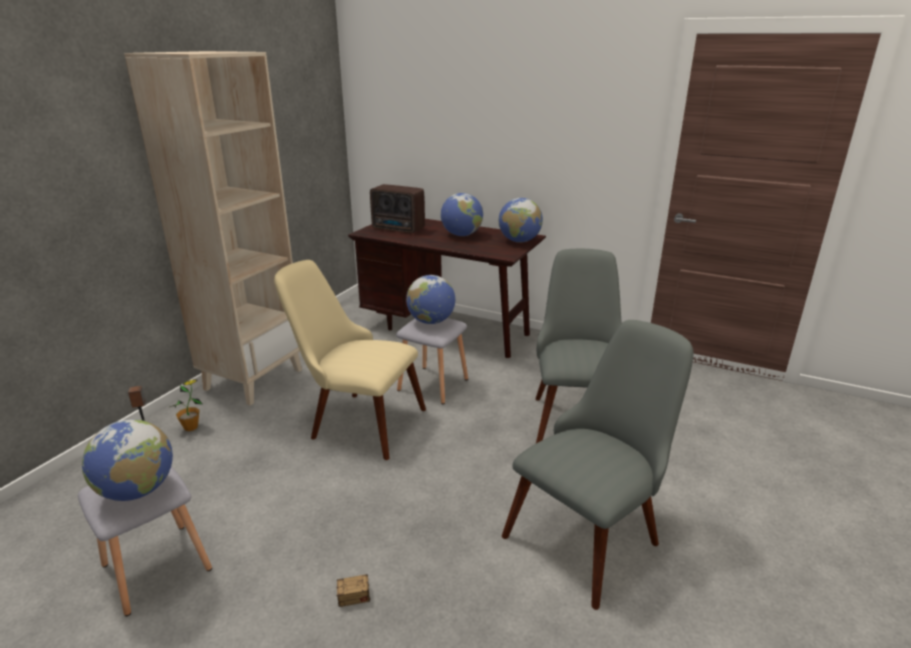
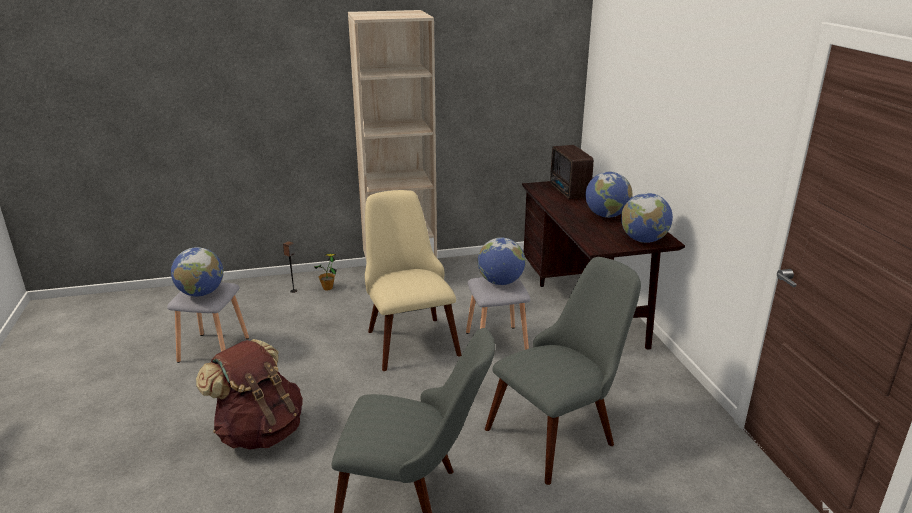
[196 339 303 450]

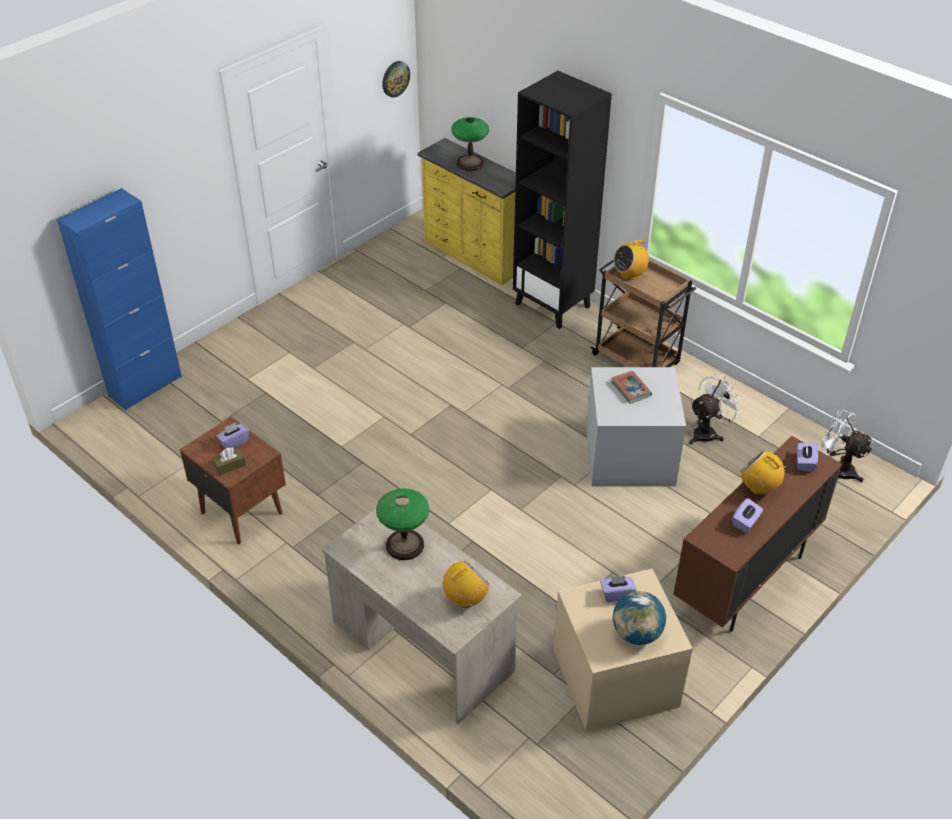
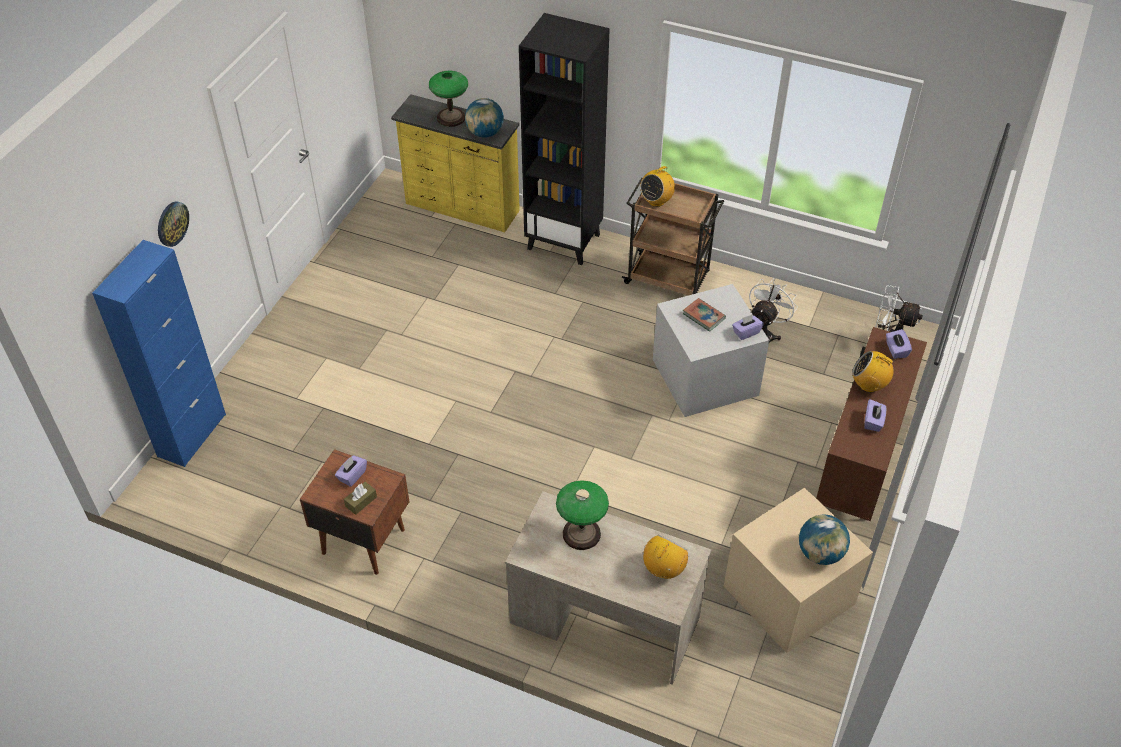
[465 98 504 138]
[158 202 189 247]
[732 314 764 340]

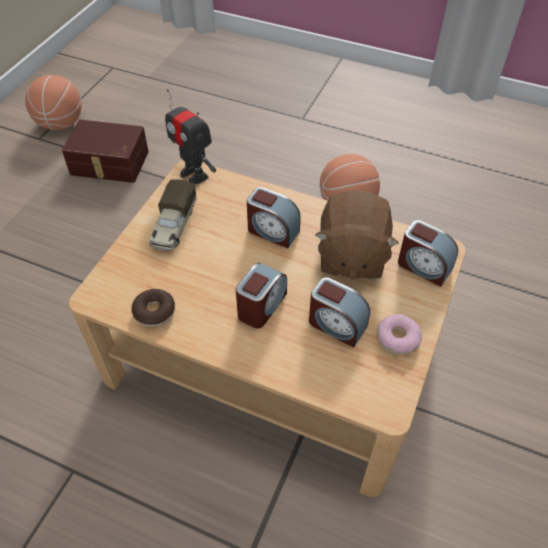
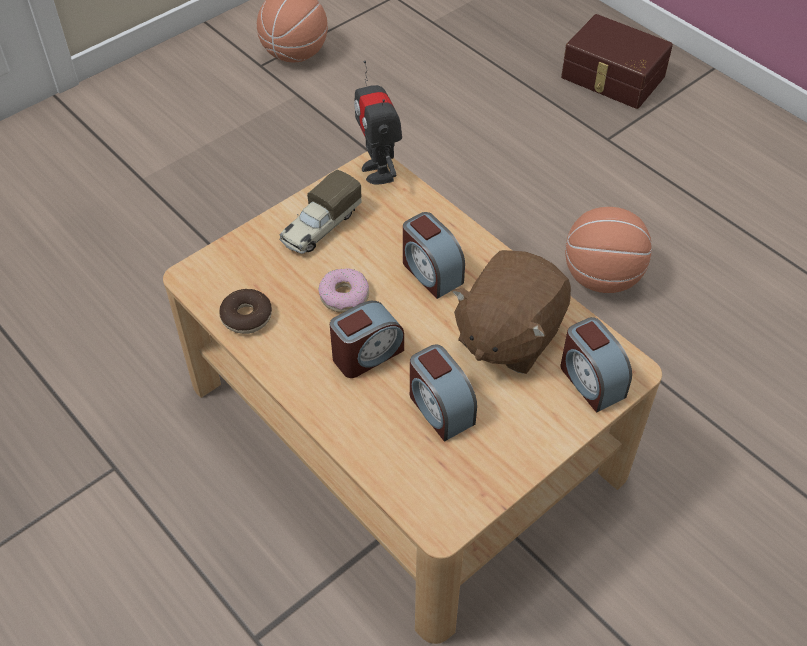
[561 14 673 109]
[318 268 369 313]

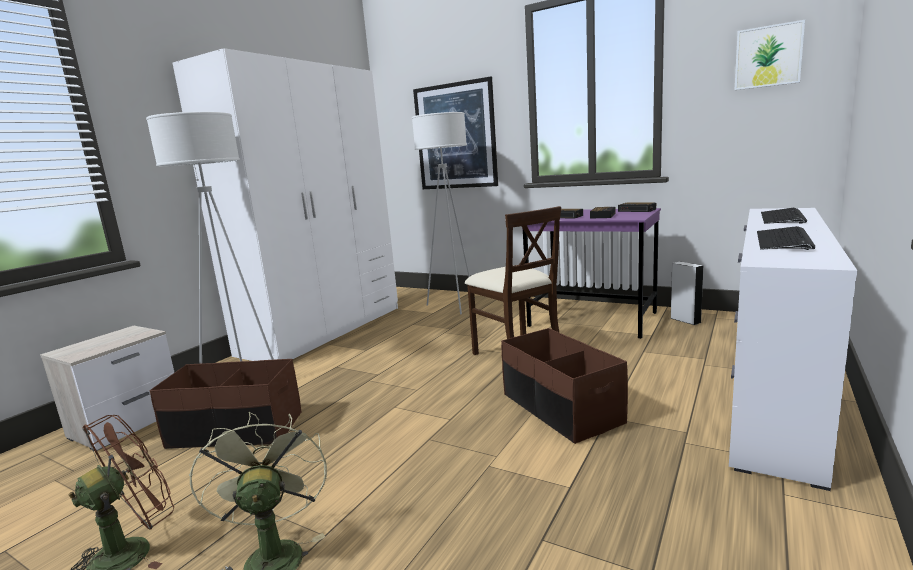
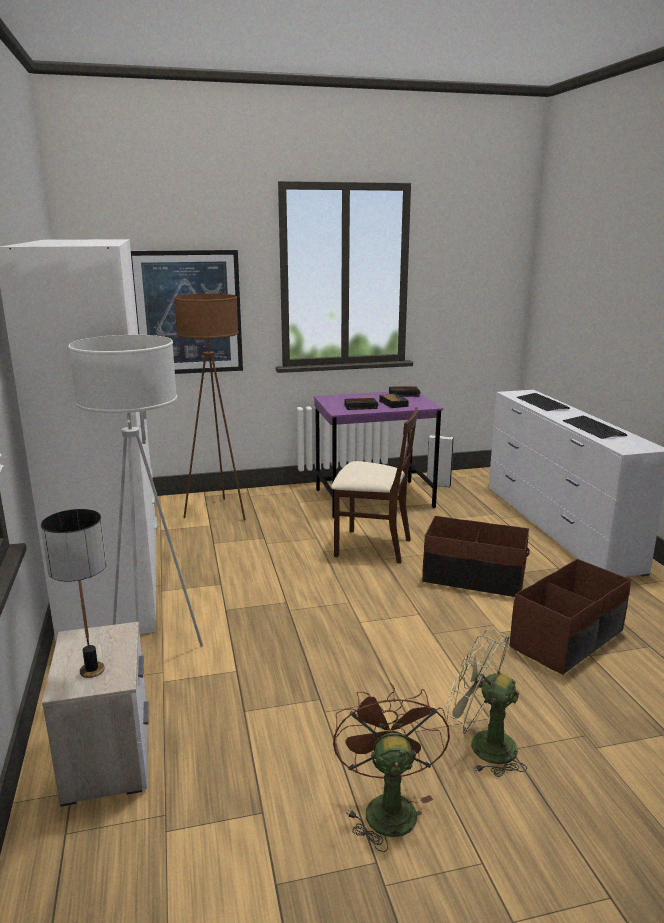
[735 20 805 90] (first image)
[41 509 107 678]
[510 559 631 675]
[174 293 246 520]

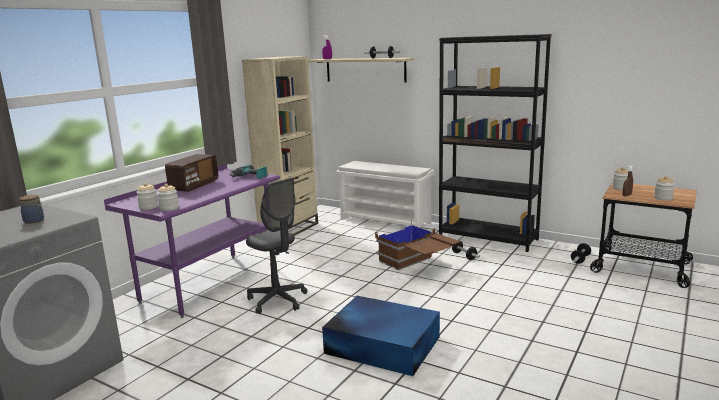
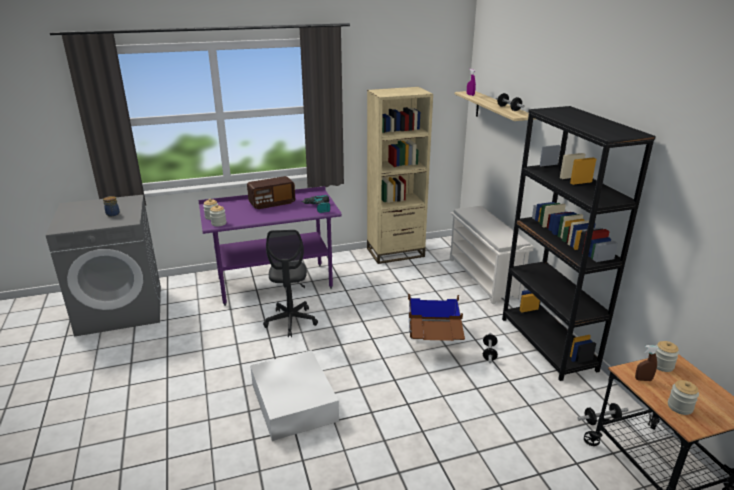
[250 350 339 441]

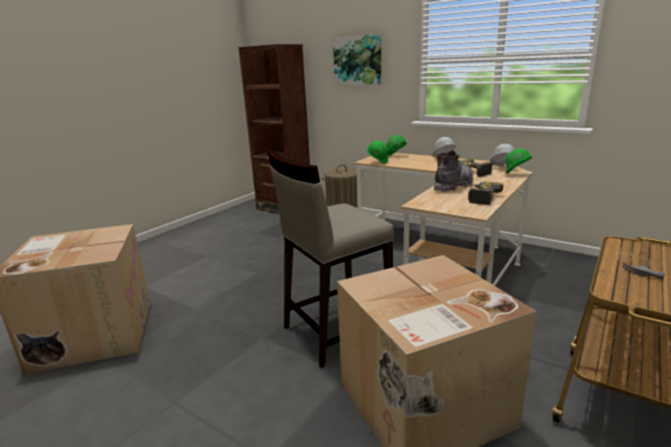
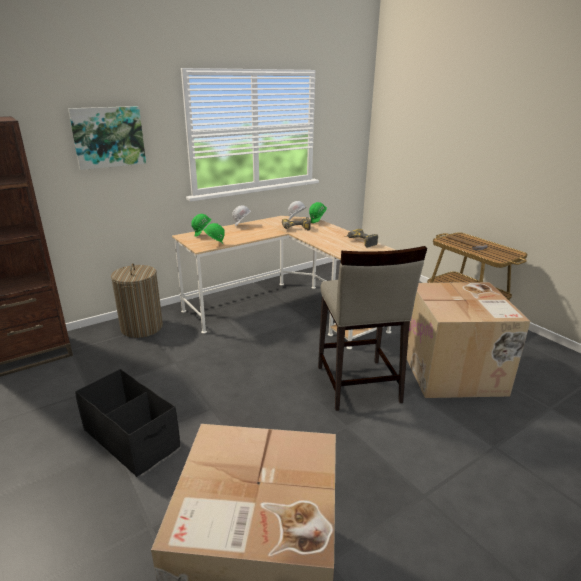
[434 150 473 192] (first image)
[75 369 180 477]

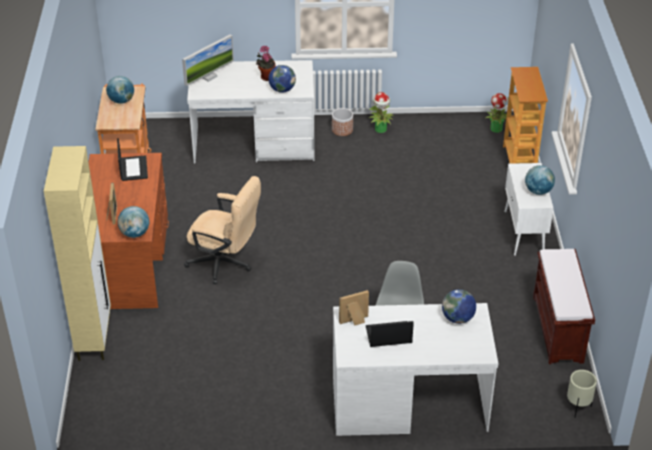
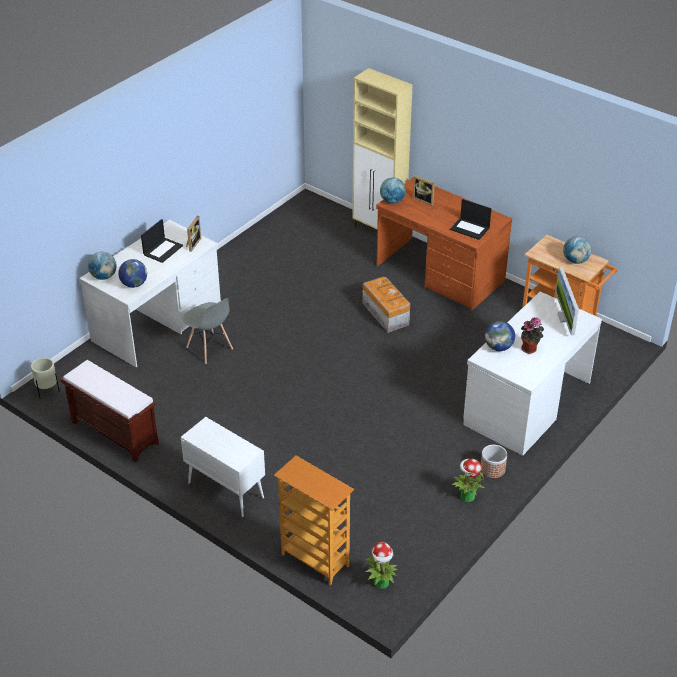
[88 252 117 280]
[362 277 410 333]

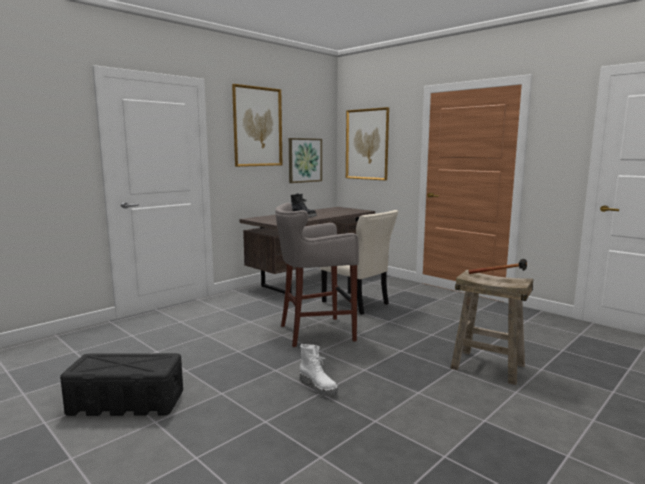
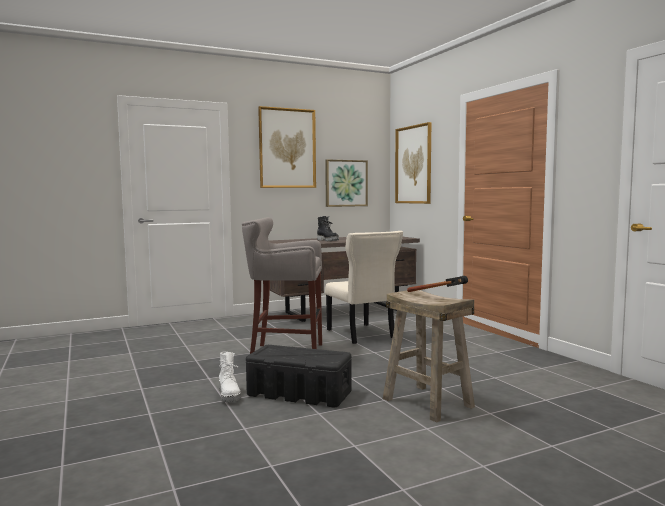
[246 345 352 407]

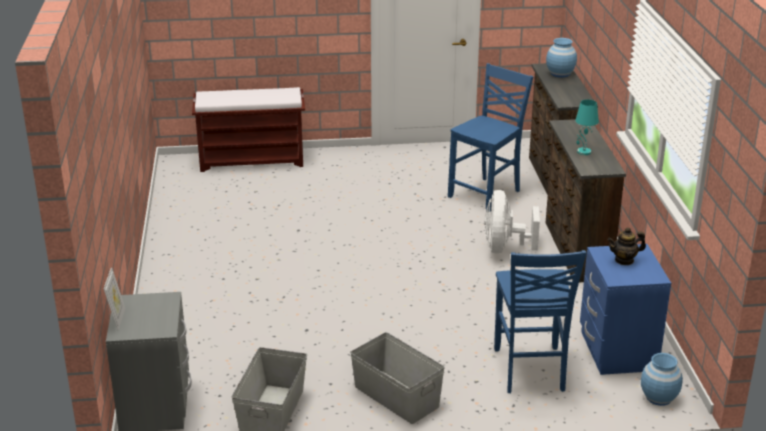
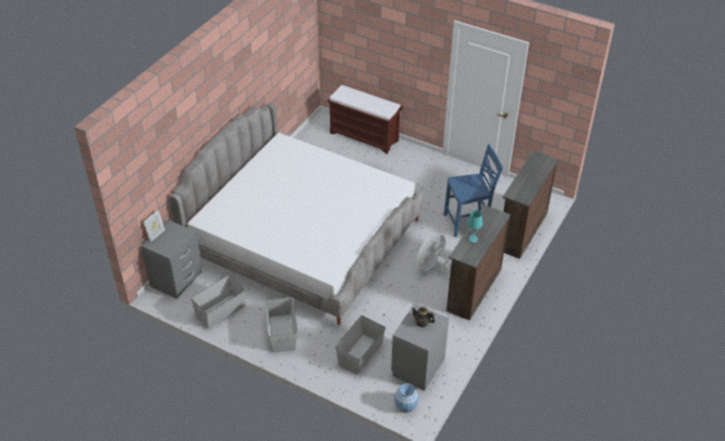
[546 38 577 78] (first image)
[169 103 423 325]
[335 315 386 375]
[391 304 449 391]

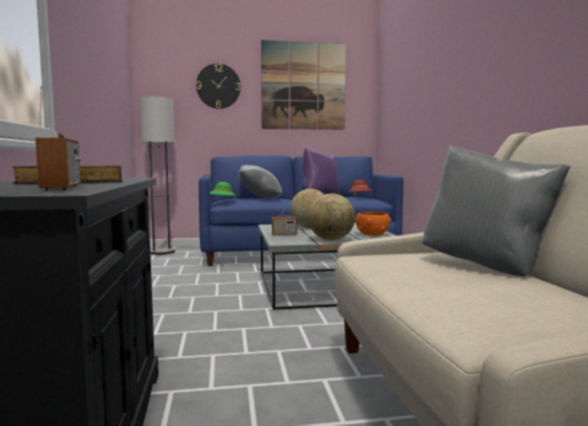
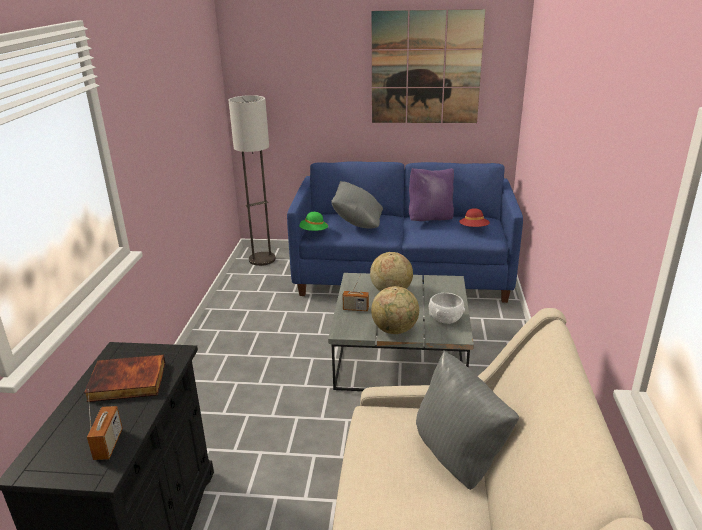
[196 63 241 109] (first image)
[429 293 465 324]

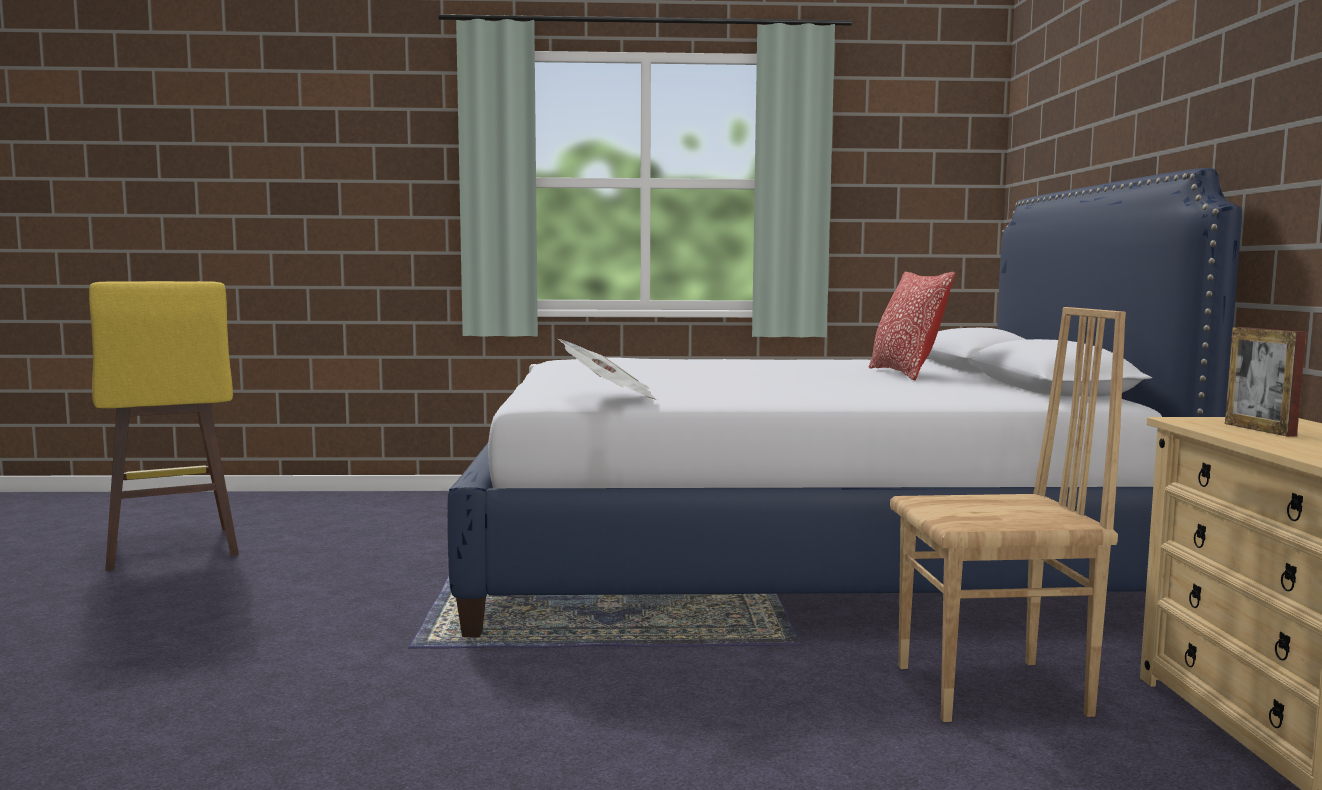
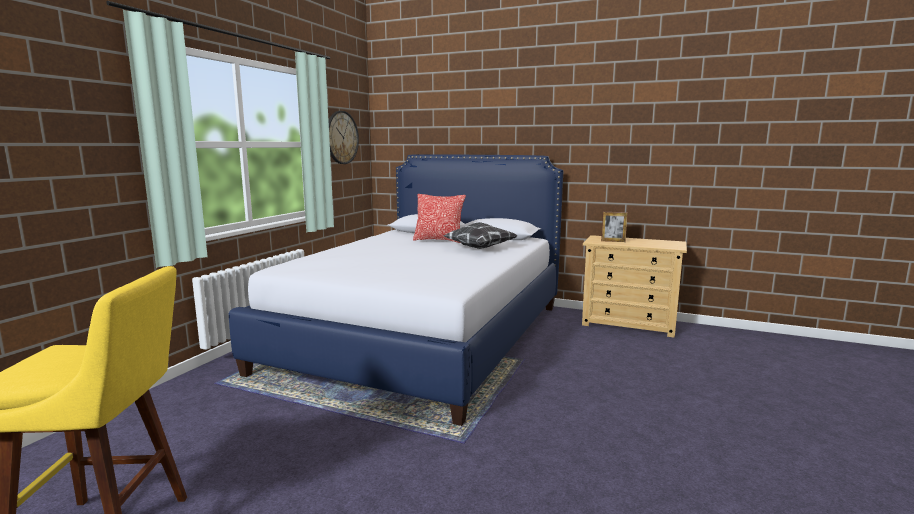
[558 339 657 400] (first image)
[890 307 1126 722] (first image)
[329 111 359 164]
[443 222 517 249]

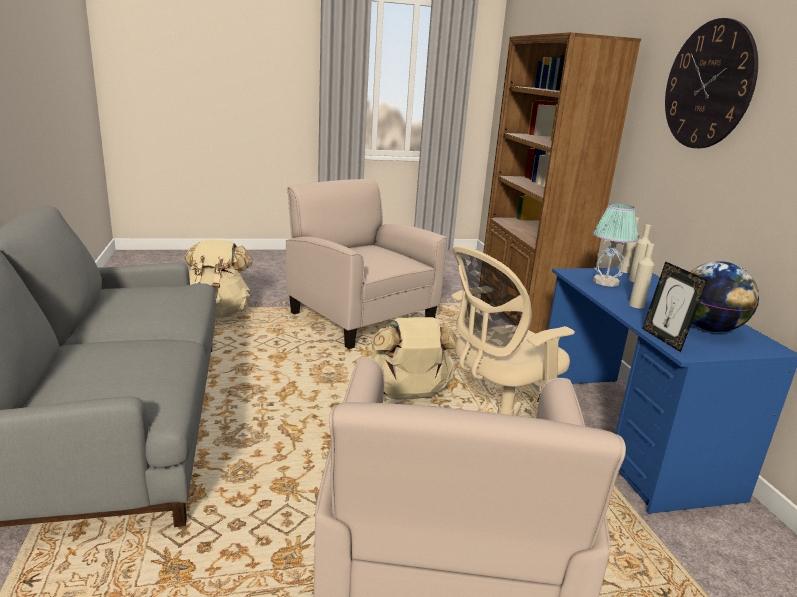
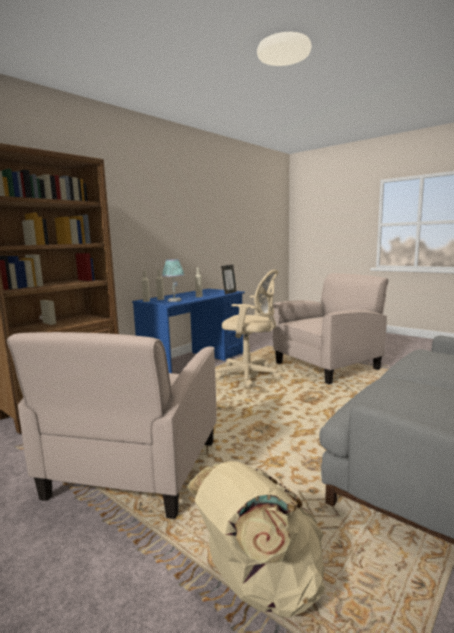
[367 317 458 399] (first image)
[665 18 758 148] (first image)
[691 261 759 332] (first image)

